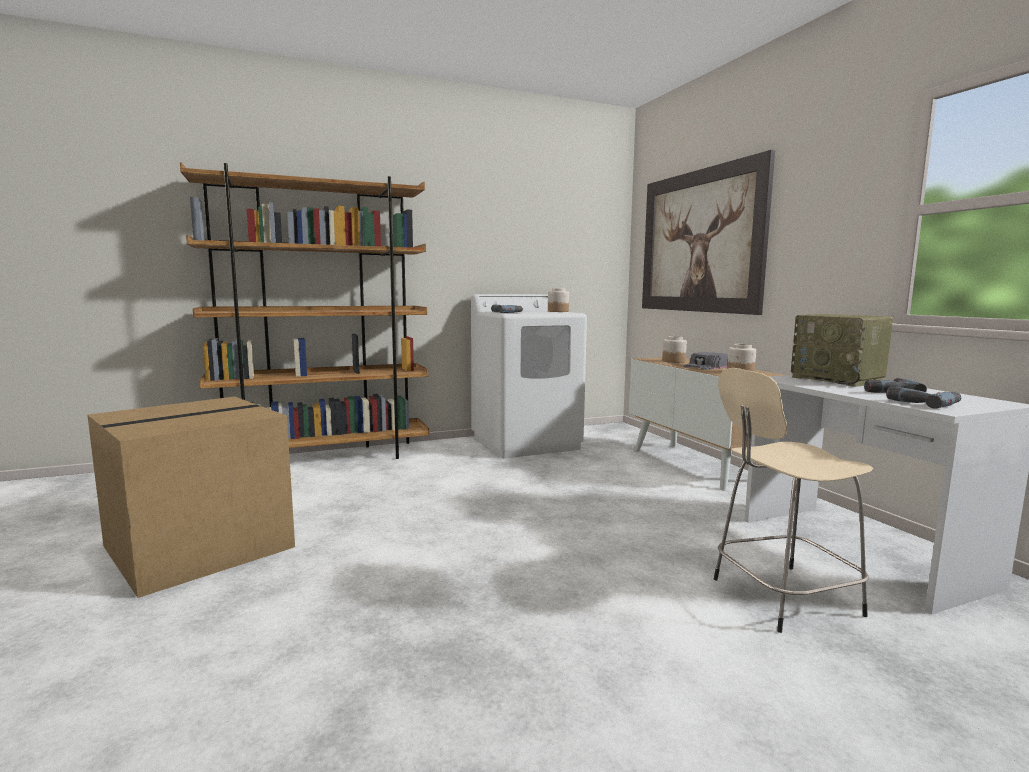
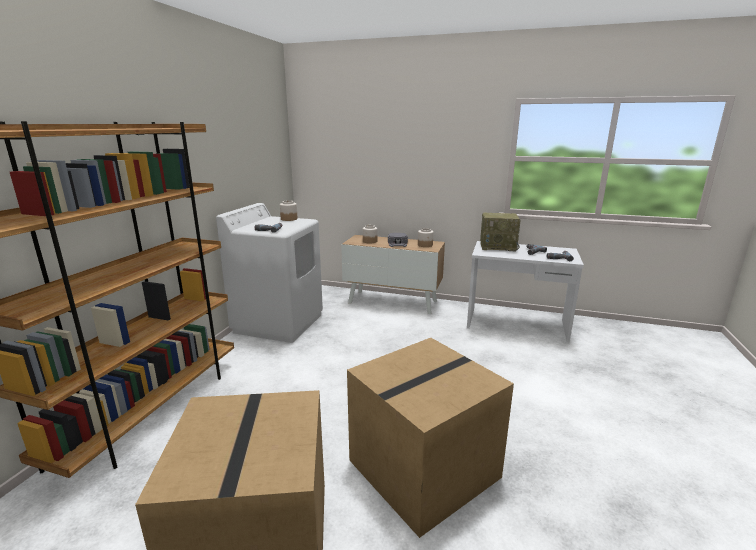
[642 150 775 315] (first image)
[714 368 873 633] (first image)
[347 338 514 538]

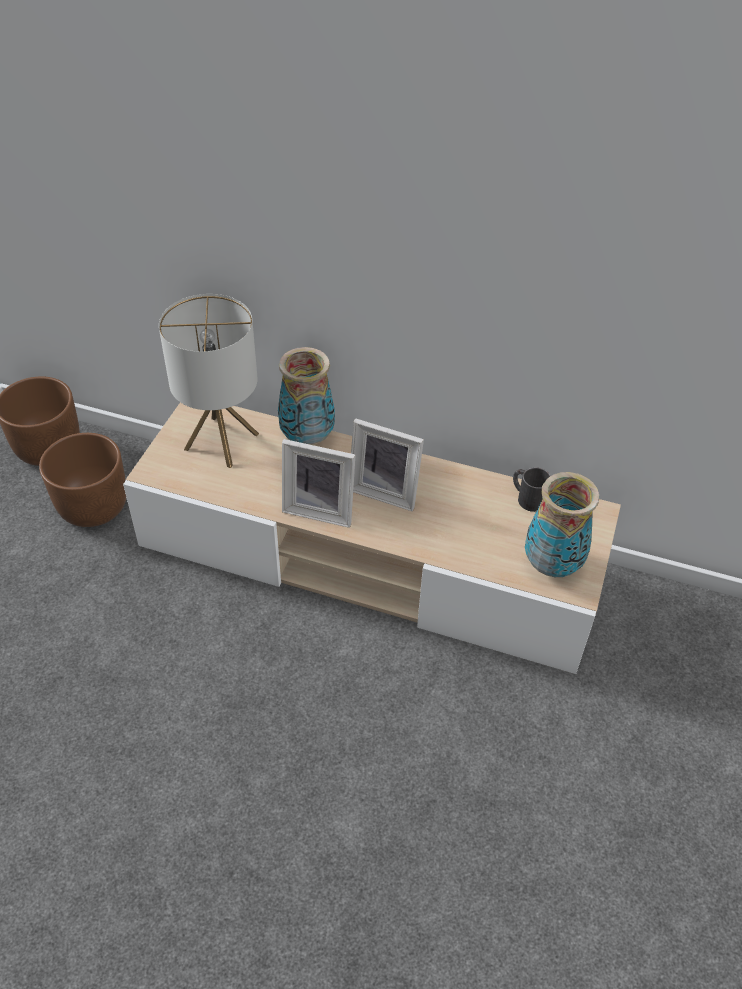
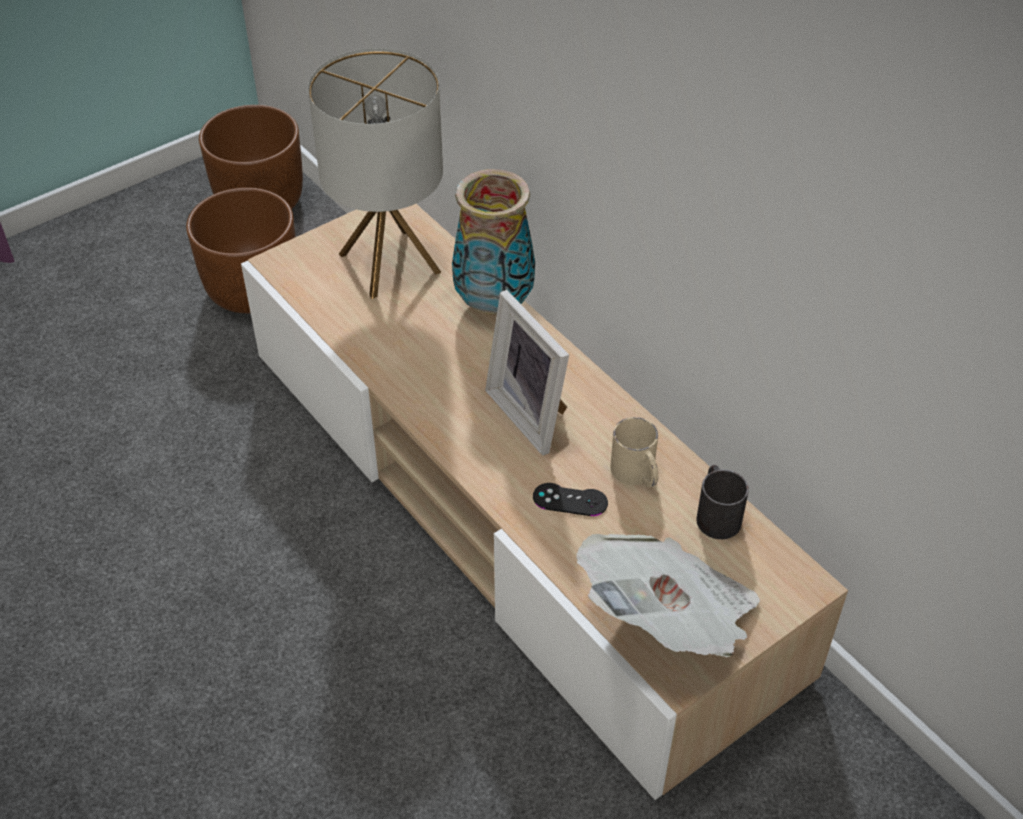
[282 439 356 528] (first image)
[533 483 608 516]
[610 417 658 487]
[576 534 760 658]

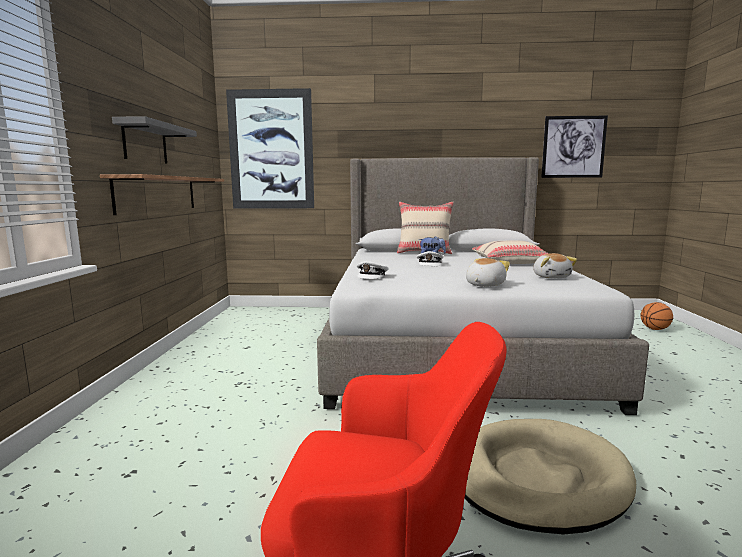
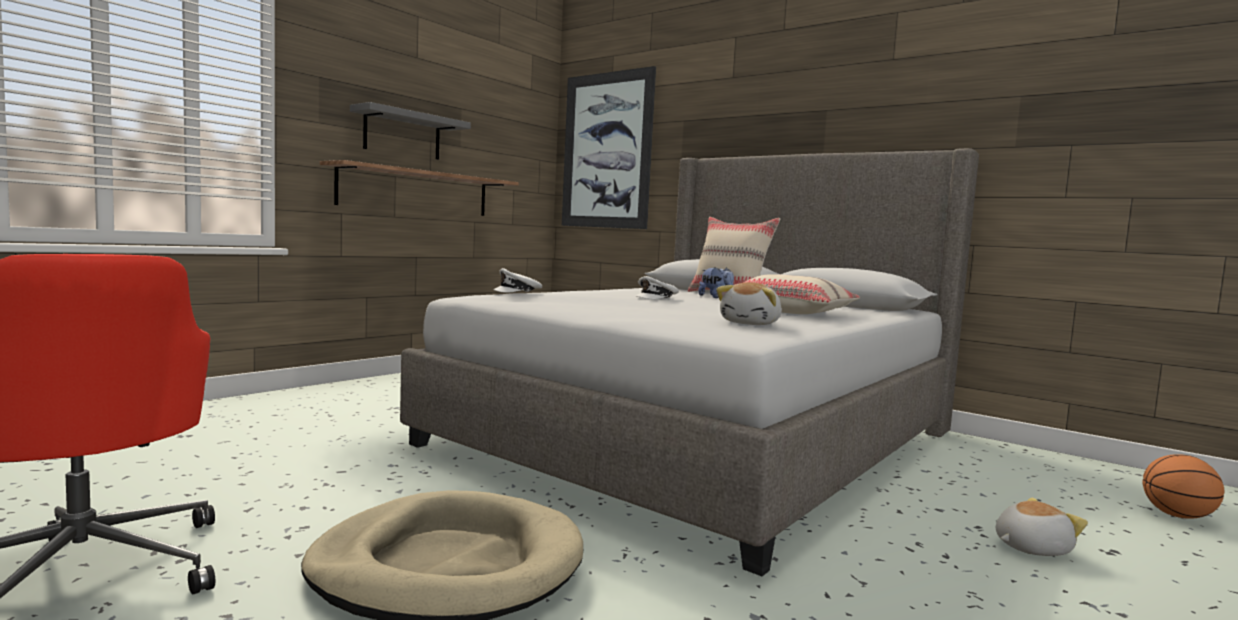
[541 116 608 178] (first image)
[996 498 1088 556]

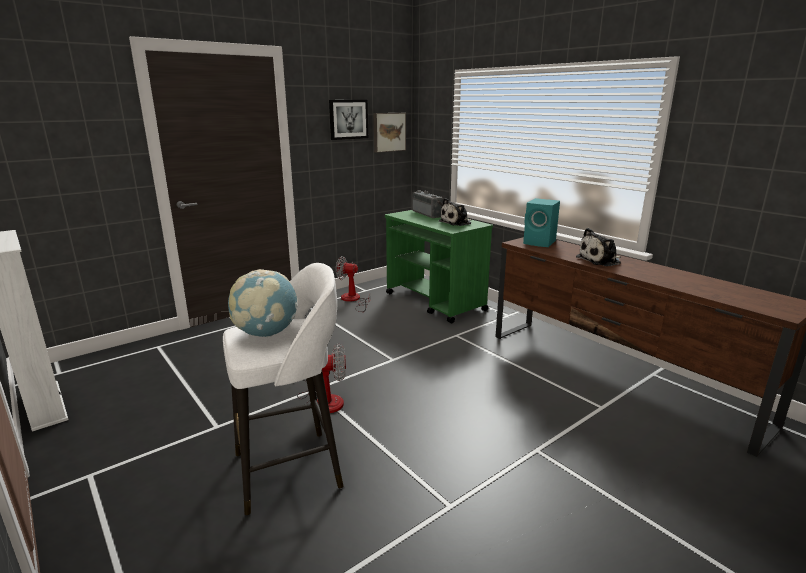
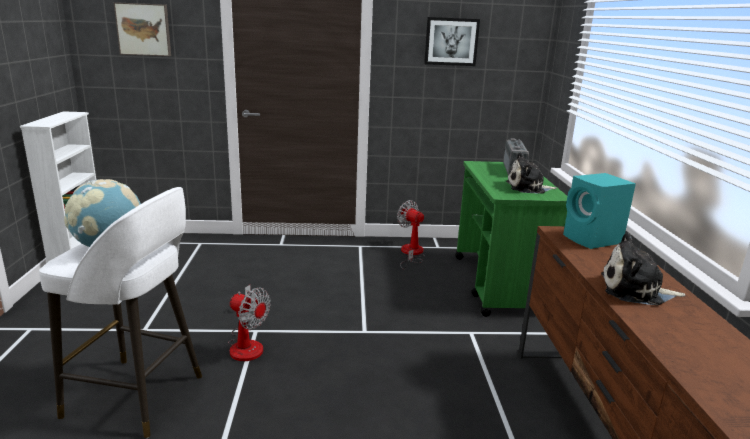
[114 2 171 56]

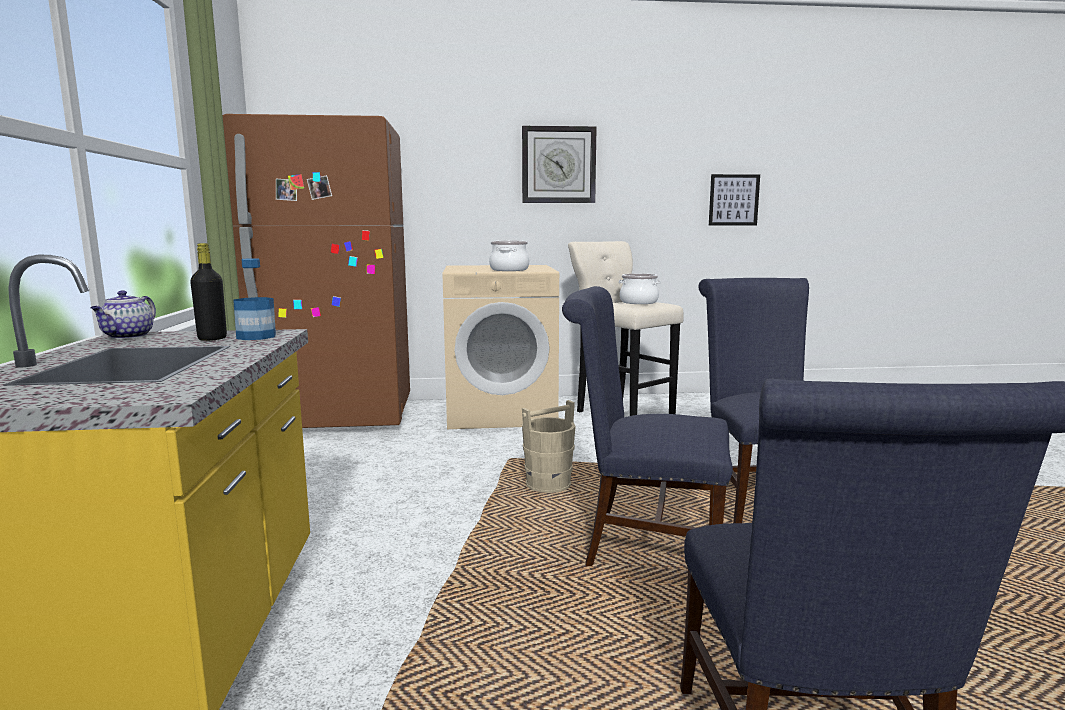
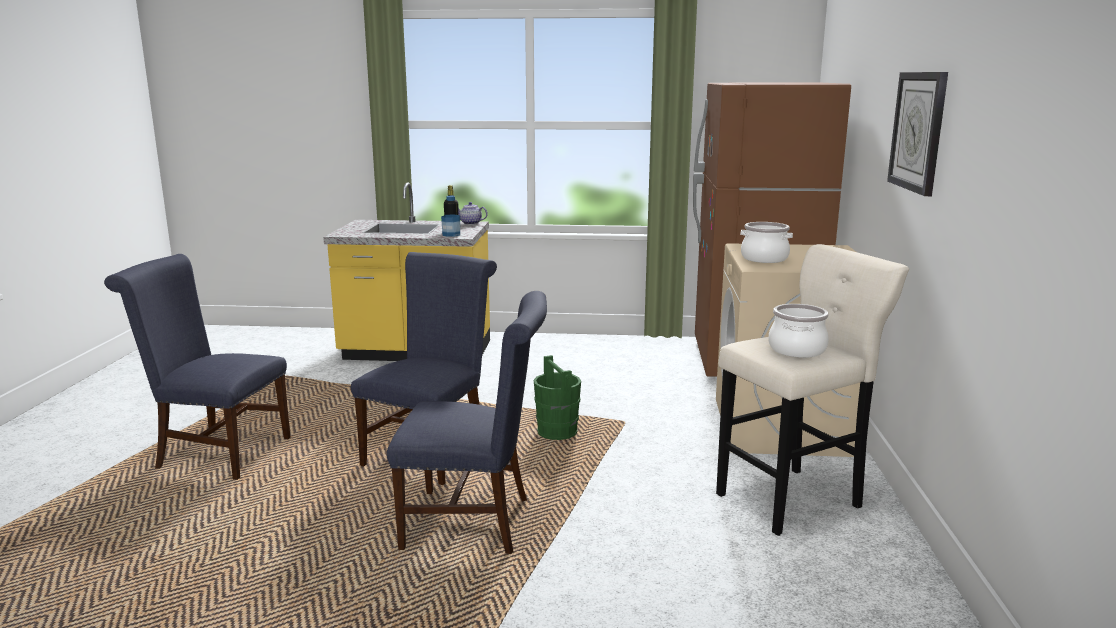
[709 174 760 226] (first image)
[534 355 581 440]

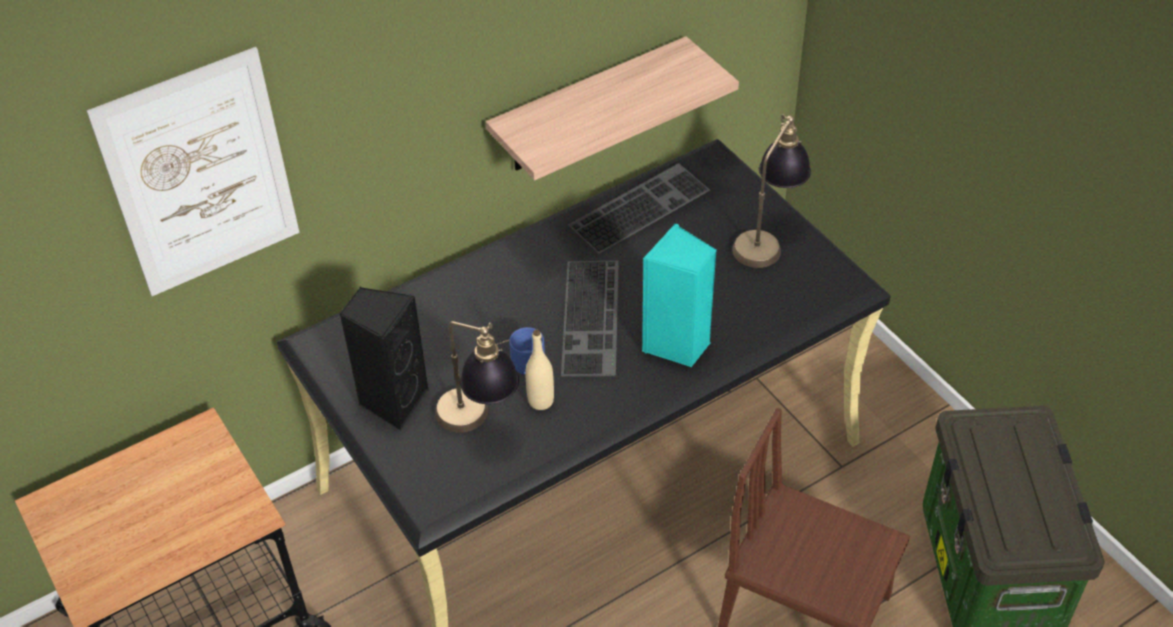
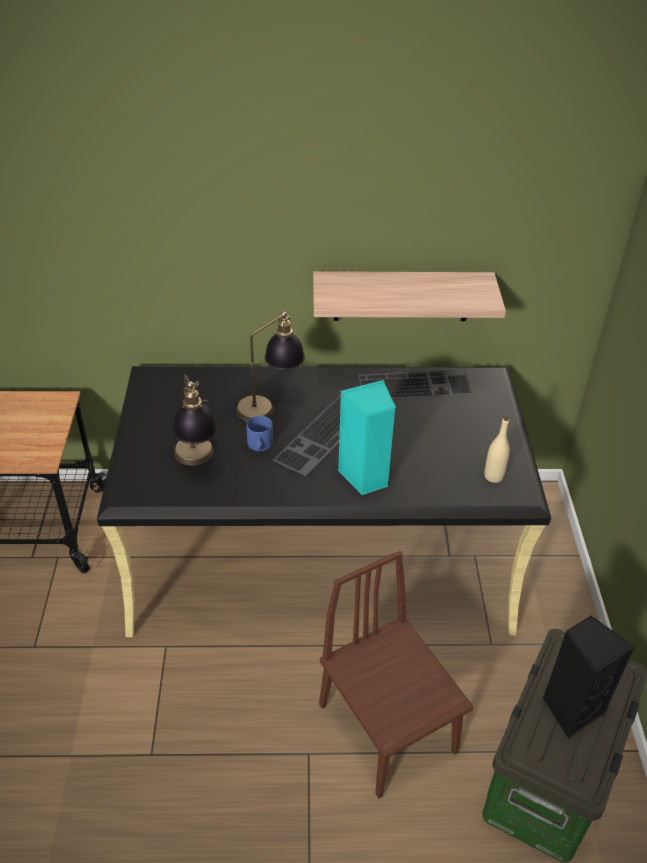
[86 47 300 296] (first image)
[542 616 635 739]
[484 416 510 483]
[236 309 305 422]

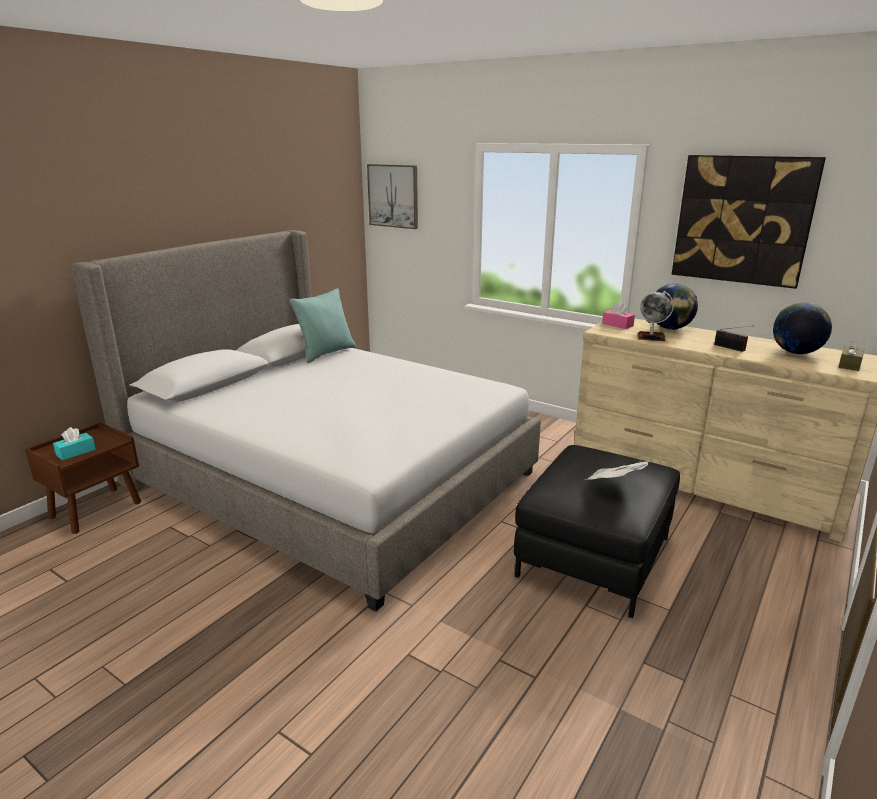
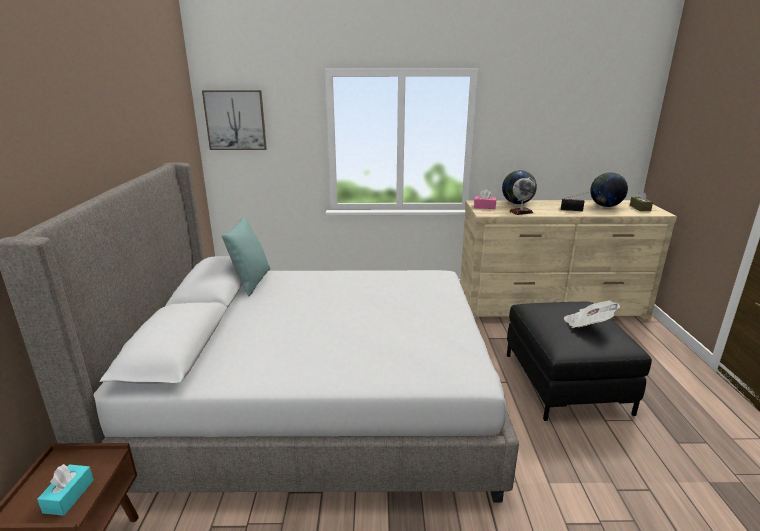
[672 155 826 289] (first image)

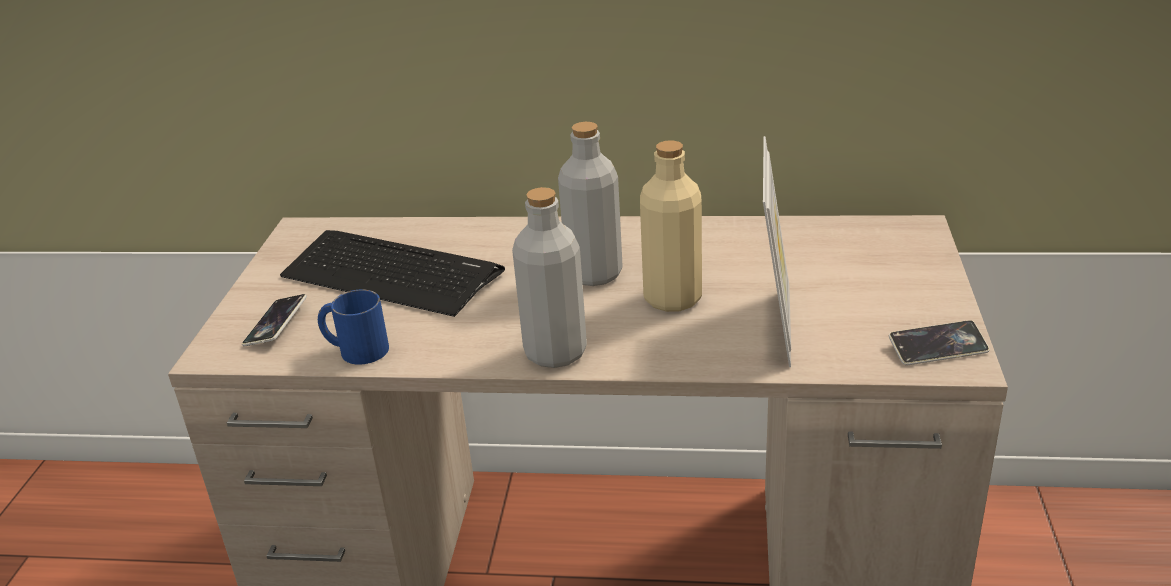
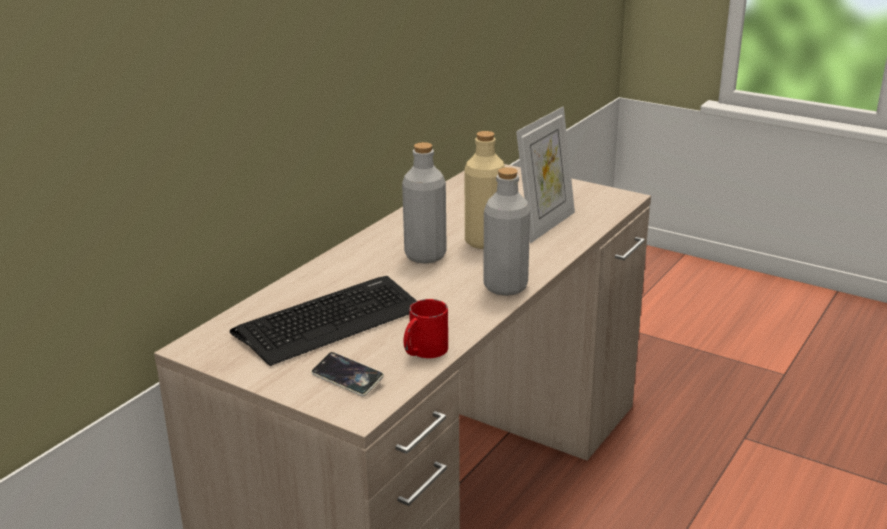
[889 320 990 365] (first image)
[404 299 448 358]
[516 107 575 243]

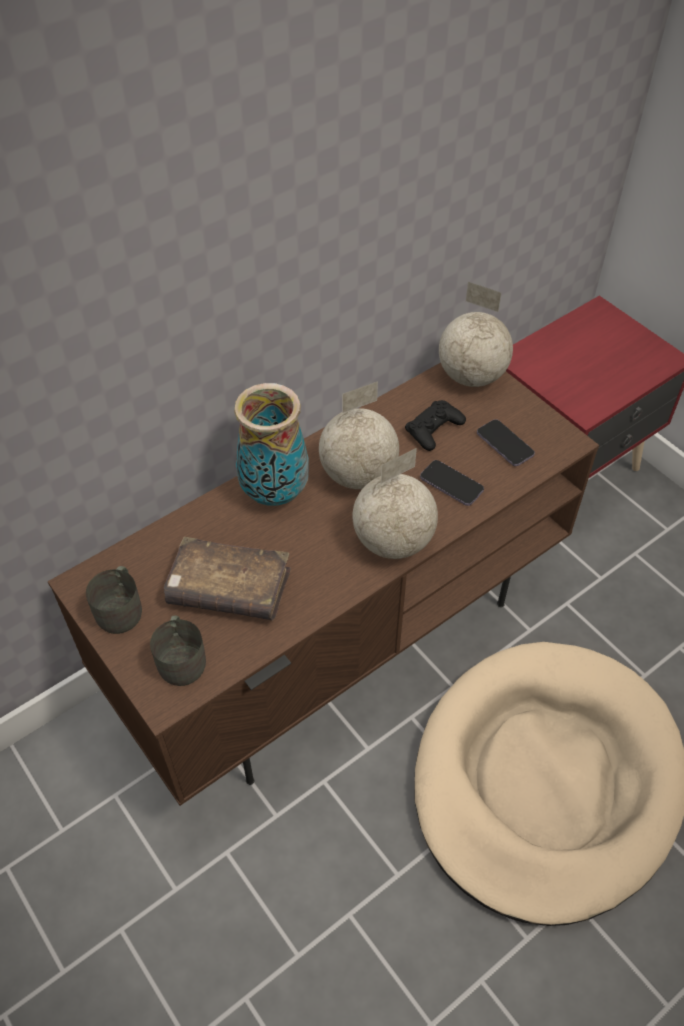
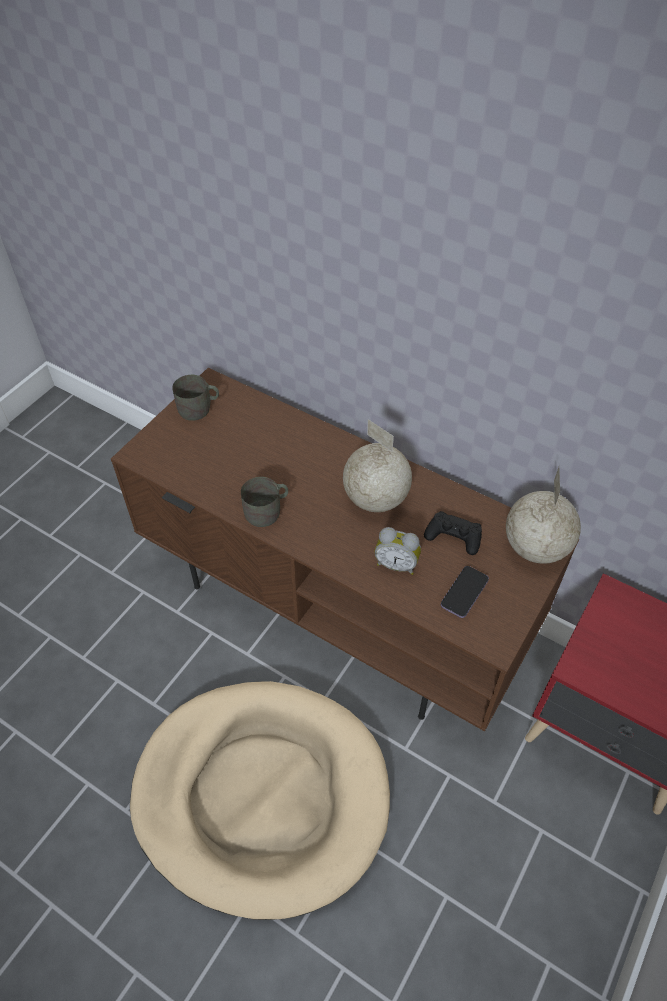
[164 537 291 621] (first image)
[234 383 309 506] (first image)
[352 448 438 559] (first image)
[241 477 288 527]
[375 527 421 575]

